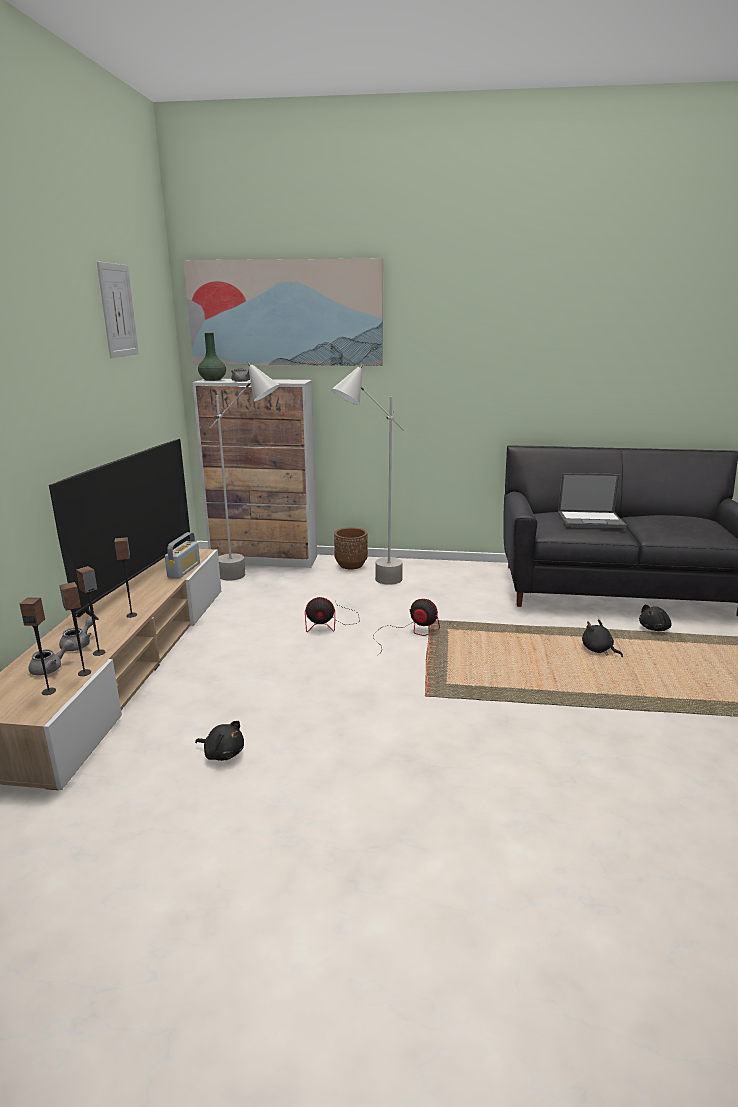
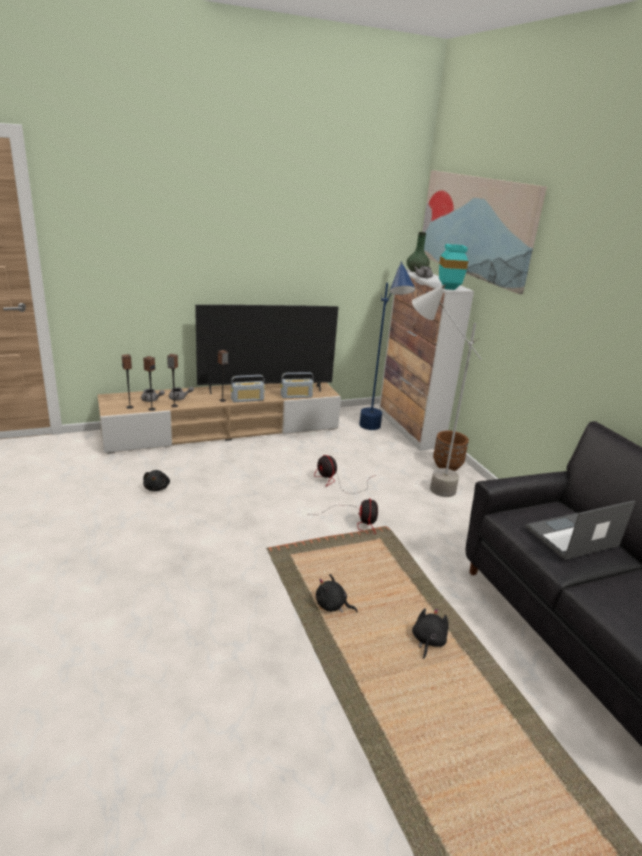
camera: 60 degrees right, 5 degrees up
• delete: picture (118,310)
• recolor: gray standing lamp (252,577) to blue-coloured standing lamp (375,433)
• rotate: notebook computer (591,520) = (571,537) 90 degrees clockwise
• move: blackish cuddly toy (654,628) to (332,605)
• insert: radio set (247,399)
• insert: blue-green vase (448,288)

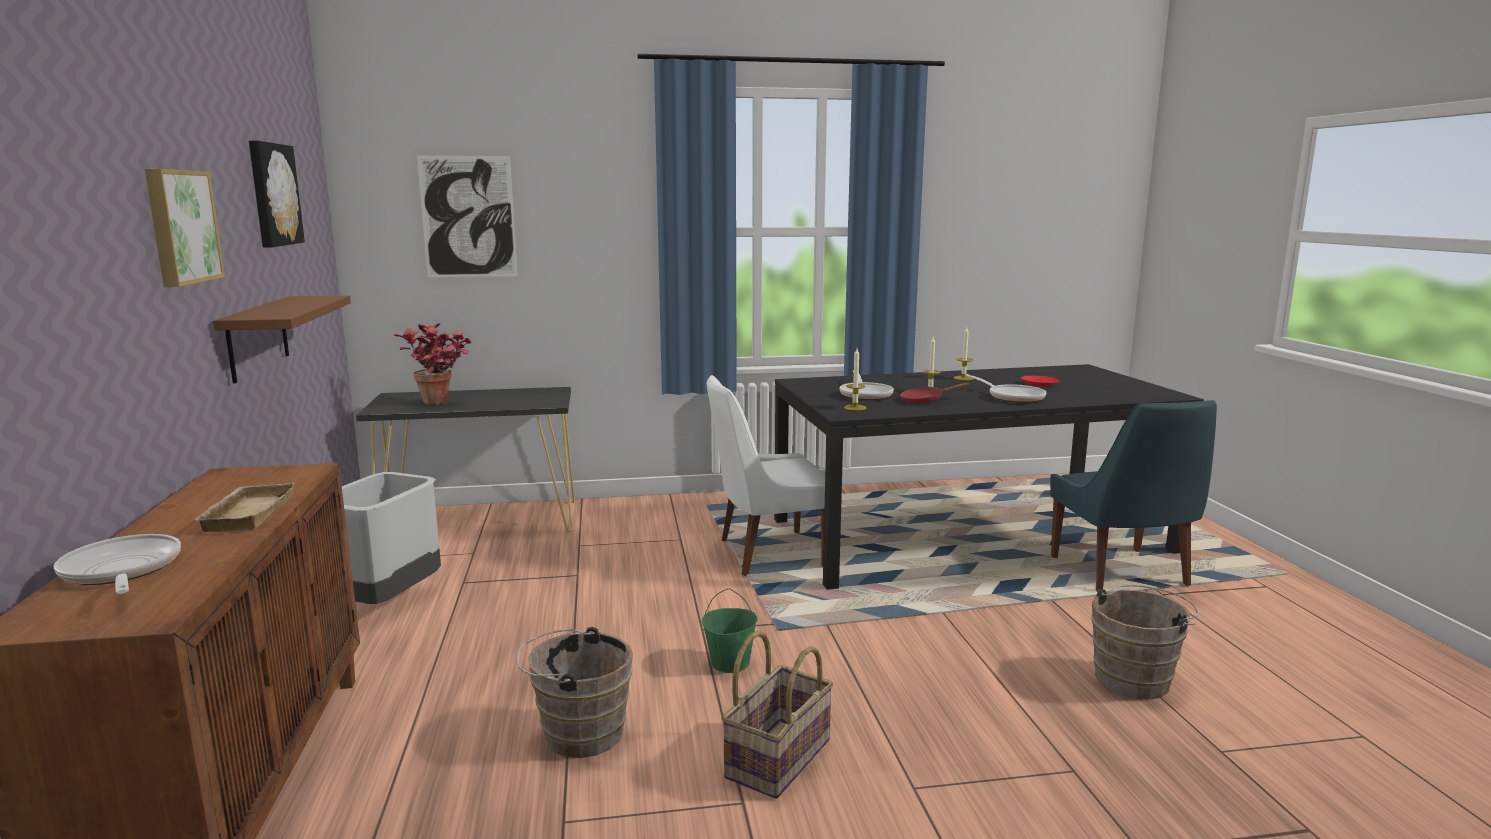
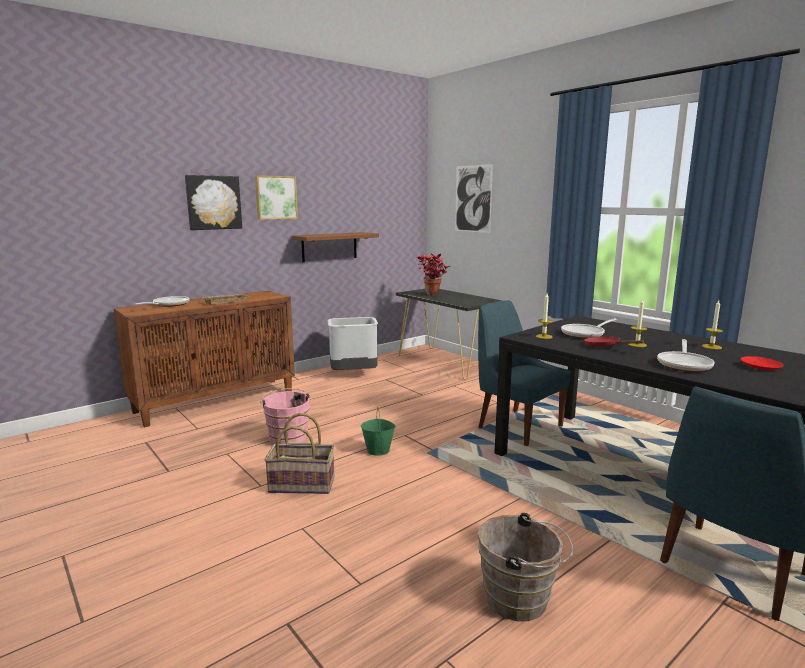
camera: 60 degrees right, 0 degrees up
• move: picture (272,194) to (213,202)
• recolor: brownish water bucket (577,733) to pink-coloured water bucket (288,437)
• recolor: white chair (767,553) to blue-coloured chair (517,426)

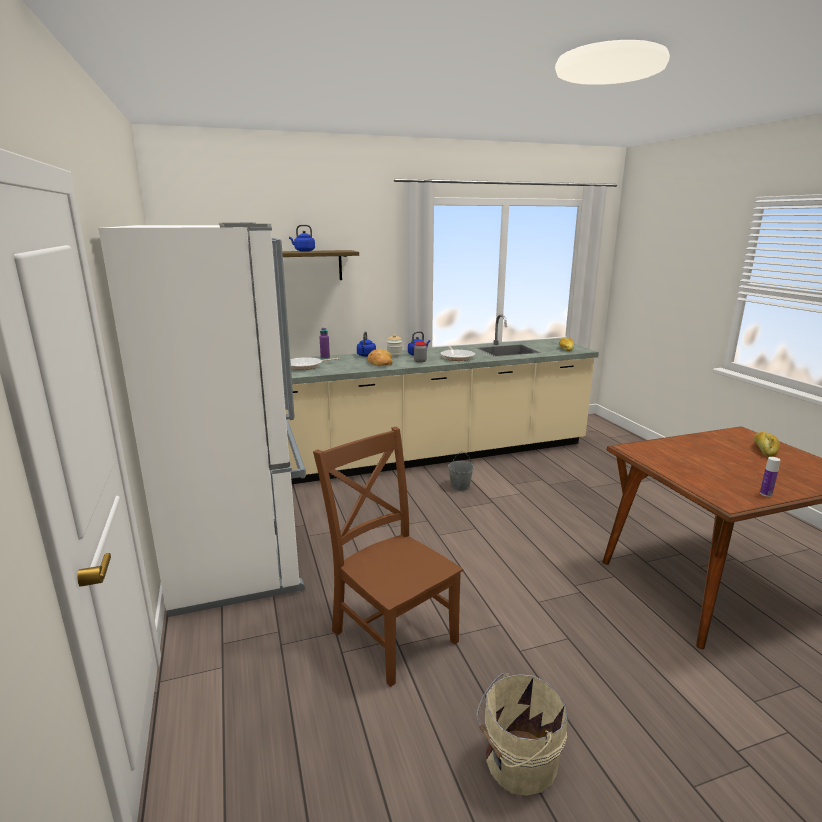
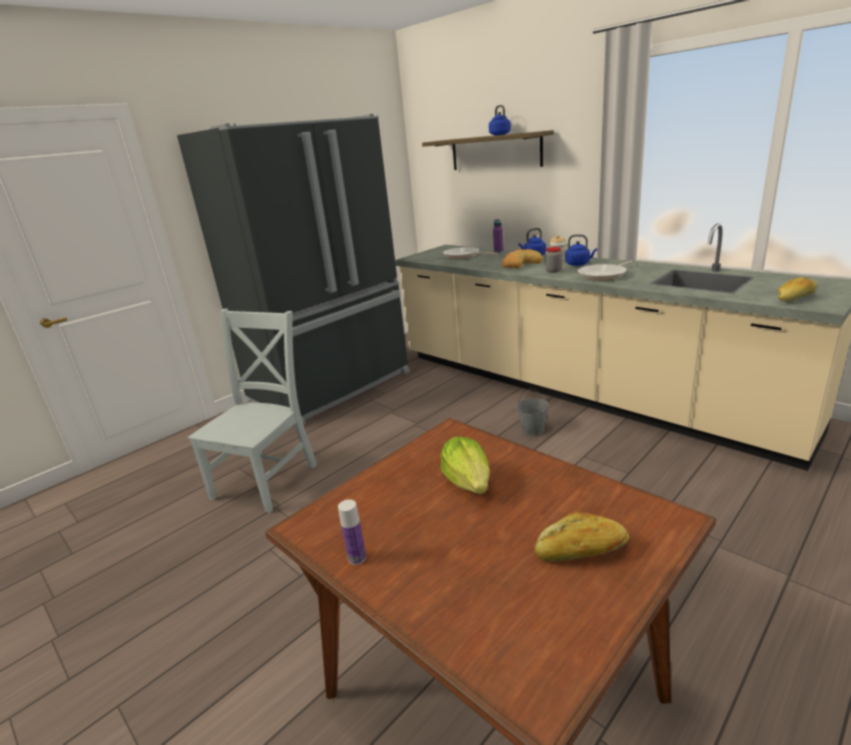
camera: 65 degrees right, 5 degrees up
• recolor: white kitchen fridge (239,549) to blackish kitchen fridge (333,387)
• recolor: brownish chair (392,632) to gray chair (268,479)
• delete: beige-coloured water bucket (517,762)
• insert: lettuce (469,482)

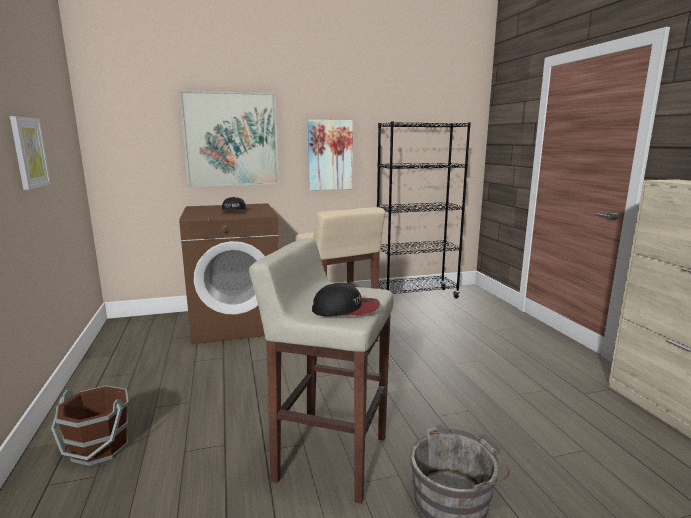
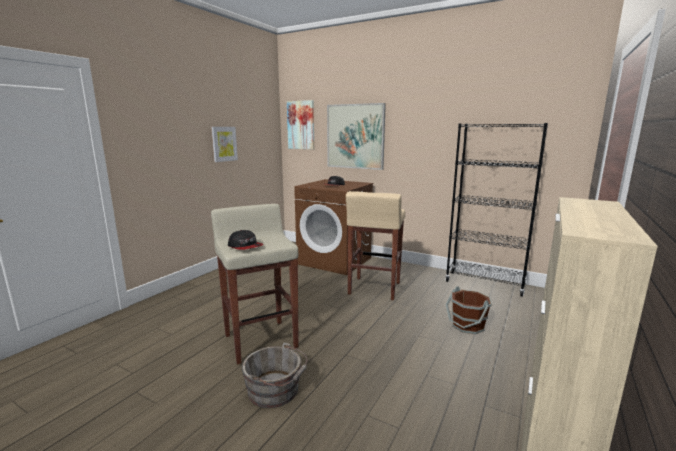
camera: 45 degrees right, 0 degrees up
• move: brownish water bucket (99,448) to (467,326)
• move: picture (330,155) to (301,125)

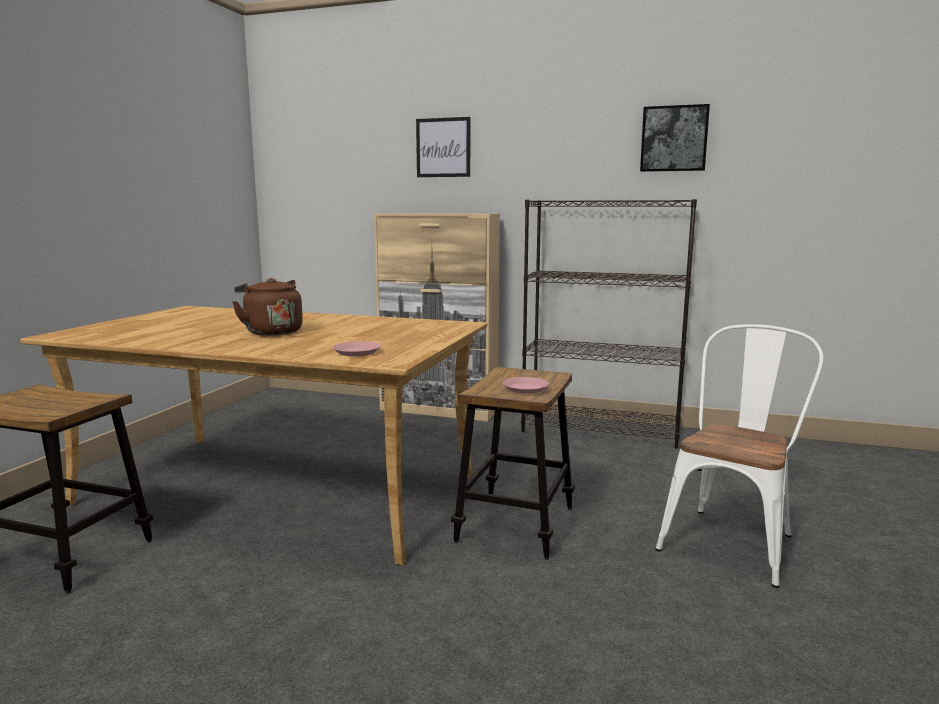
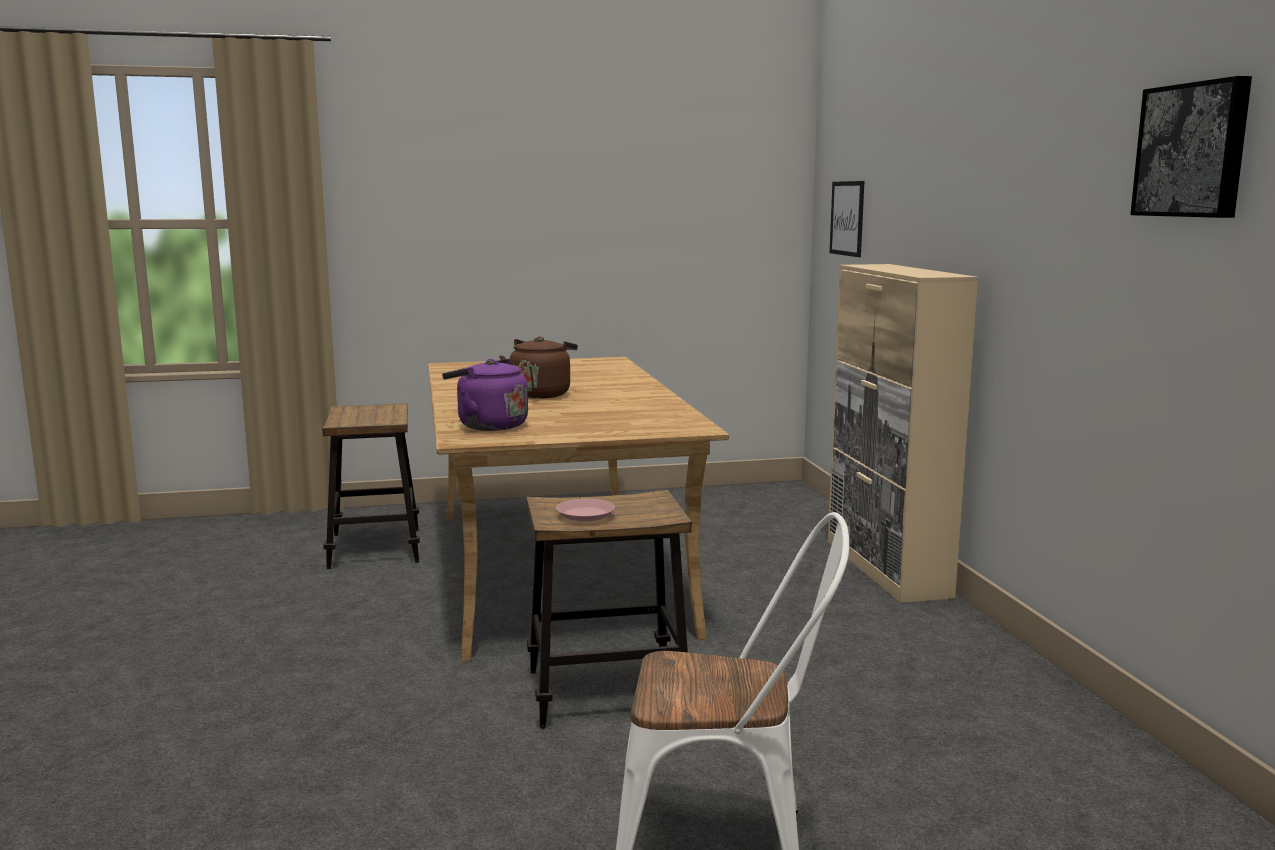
camera: 60 degrees right, 0 degrees up
• replace: pink-coloured plate (356,352) to purple water kettle (488,426)
• move: picture (443,147) to (847,218)
• delete: blackish bookshelf (601,430)

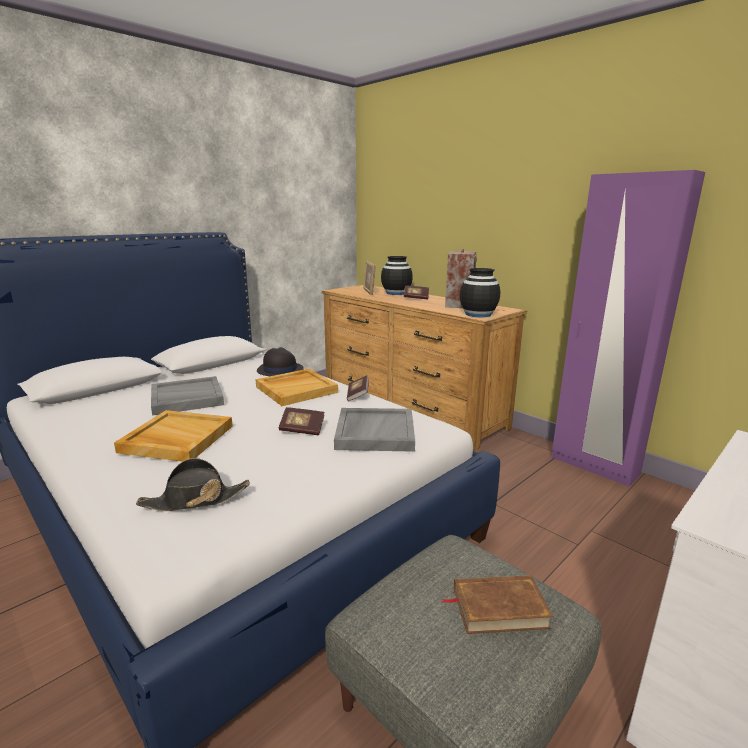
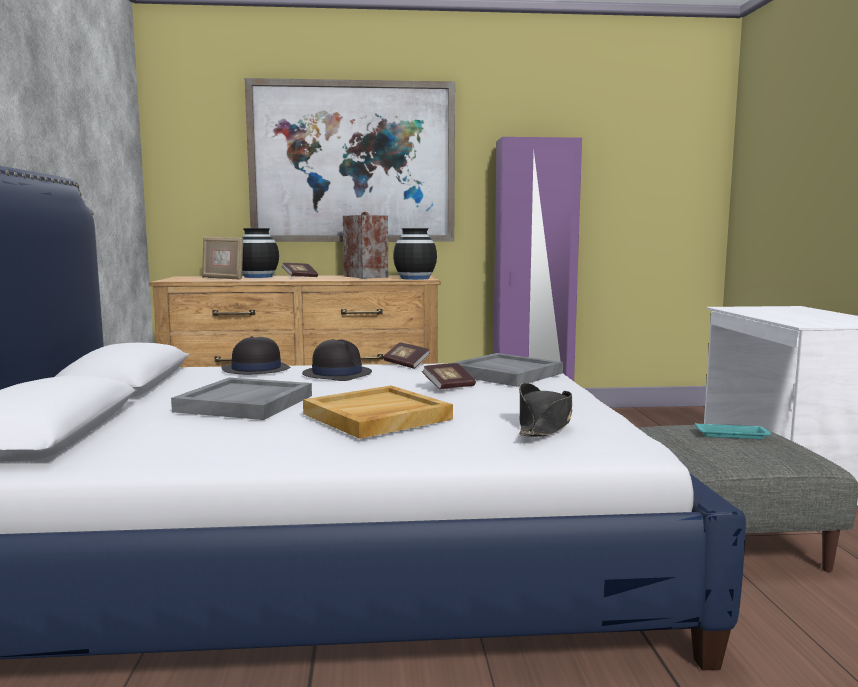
camera: 50 degrees left, 10 degrees down
• replace: beige-coloured serving tray (296,389) to blackish clothing hat (337,374)
• replace: brownish bound book (499,607) to blue-green serving tray (733,435)
• insert: picture (352,163)

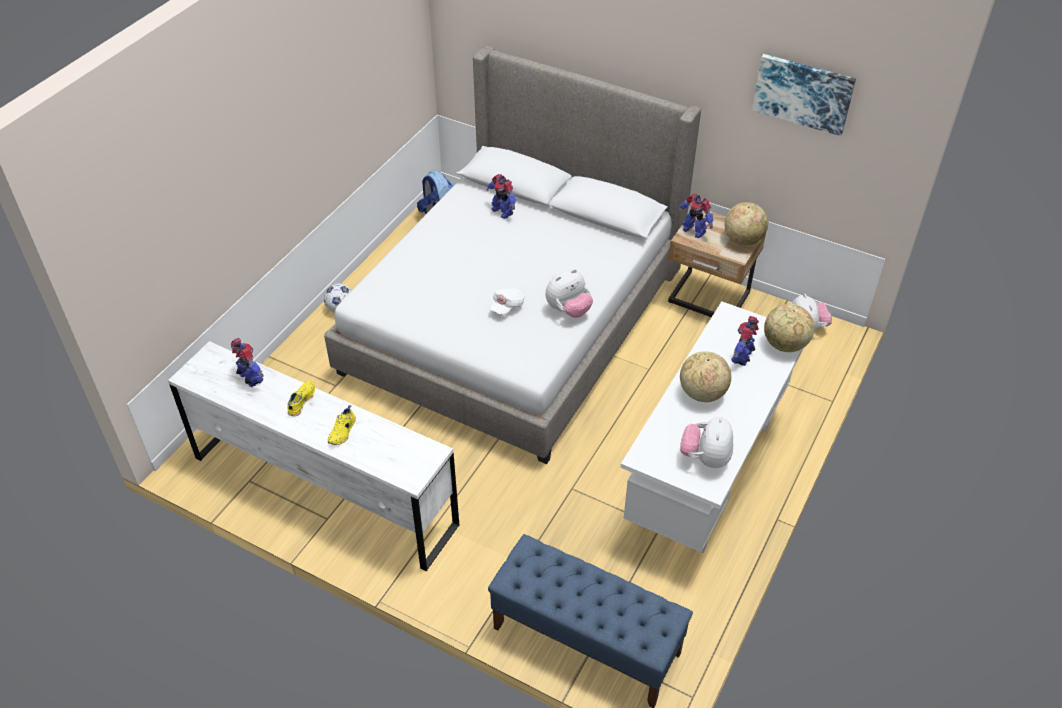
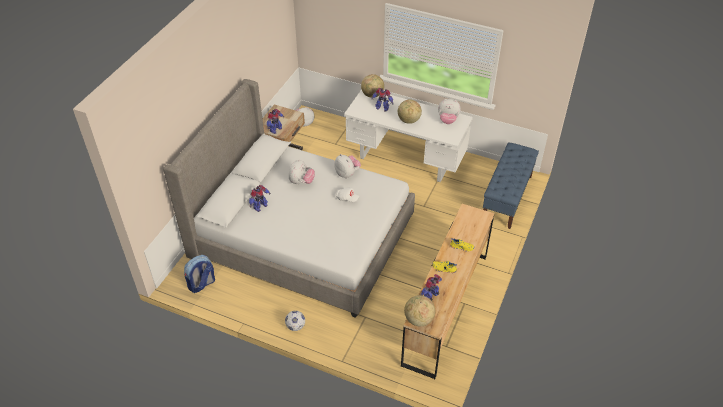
camera: 95 degrees left, 0 degrees up
• recolor: white chest of drawers (324,490) to brownish chest of drawers (445,308)
• move: world globe (743,240) to (418,319)
• delete: picture (803,93)
• insert: cuddly toy (301,182)

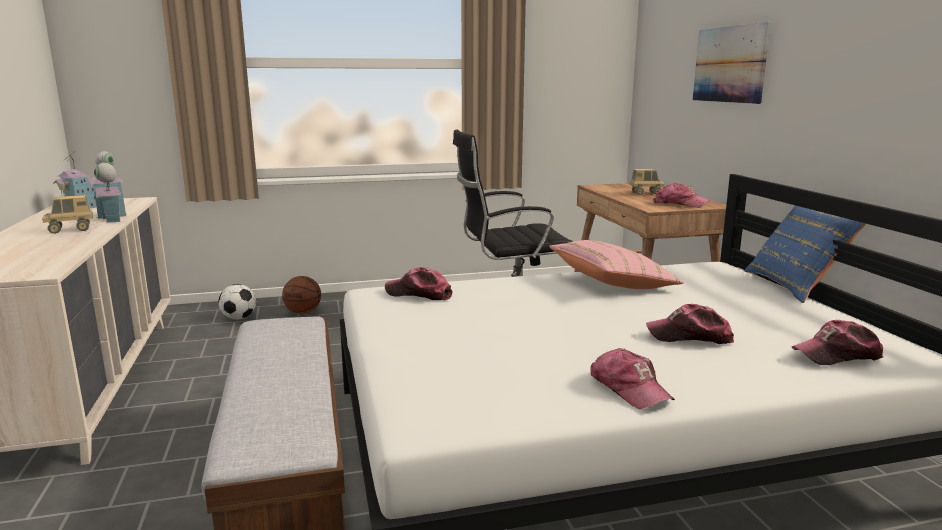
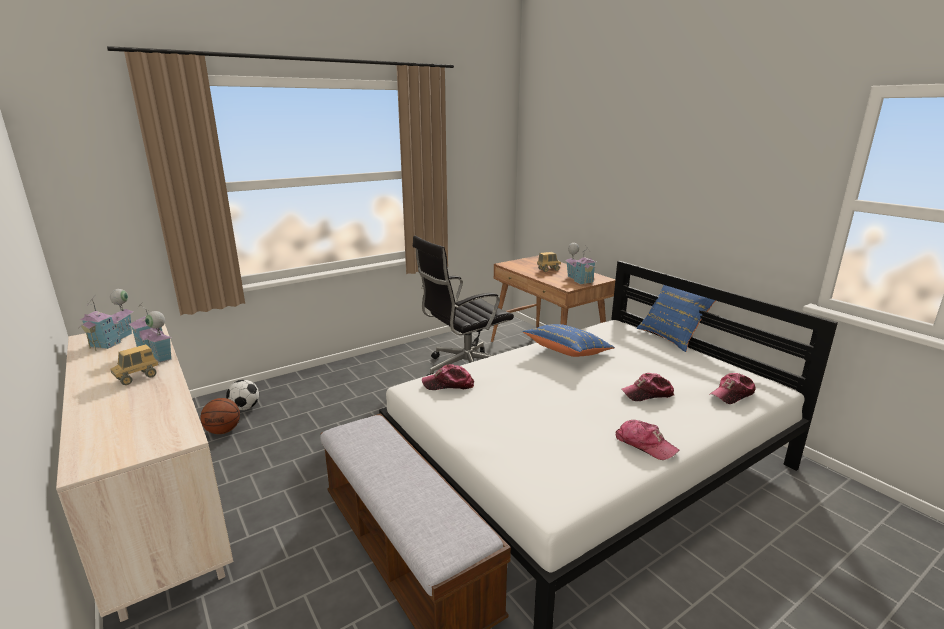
camera: 20 degrees left, 5 degrees up
• move: basketball ball (303,312) to (224,431)
• recolor: pink-coloured pillow (612,284) to blue-coloured pillow (567,353)
• replace: baseball cap (680,204) to model house (579,279)
• delete: picture (729,64)

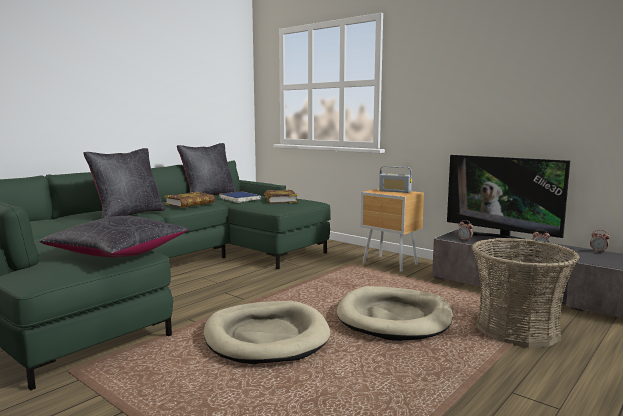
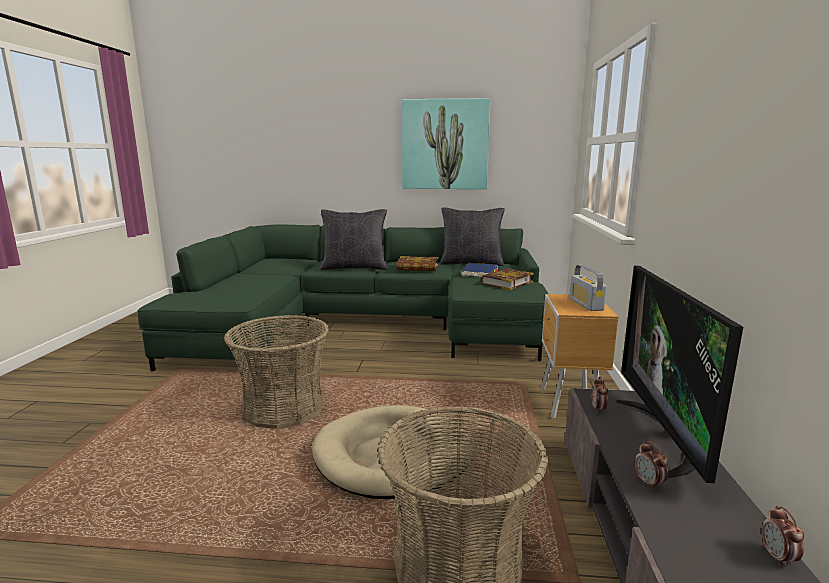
camera: 55 degrees right, 5 degrees up
• delete: blackish pillow (119,253)
• replace: beige-coloured dog bed (266,337) to household basket (284,408)
• insert: picture (445,145)

